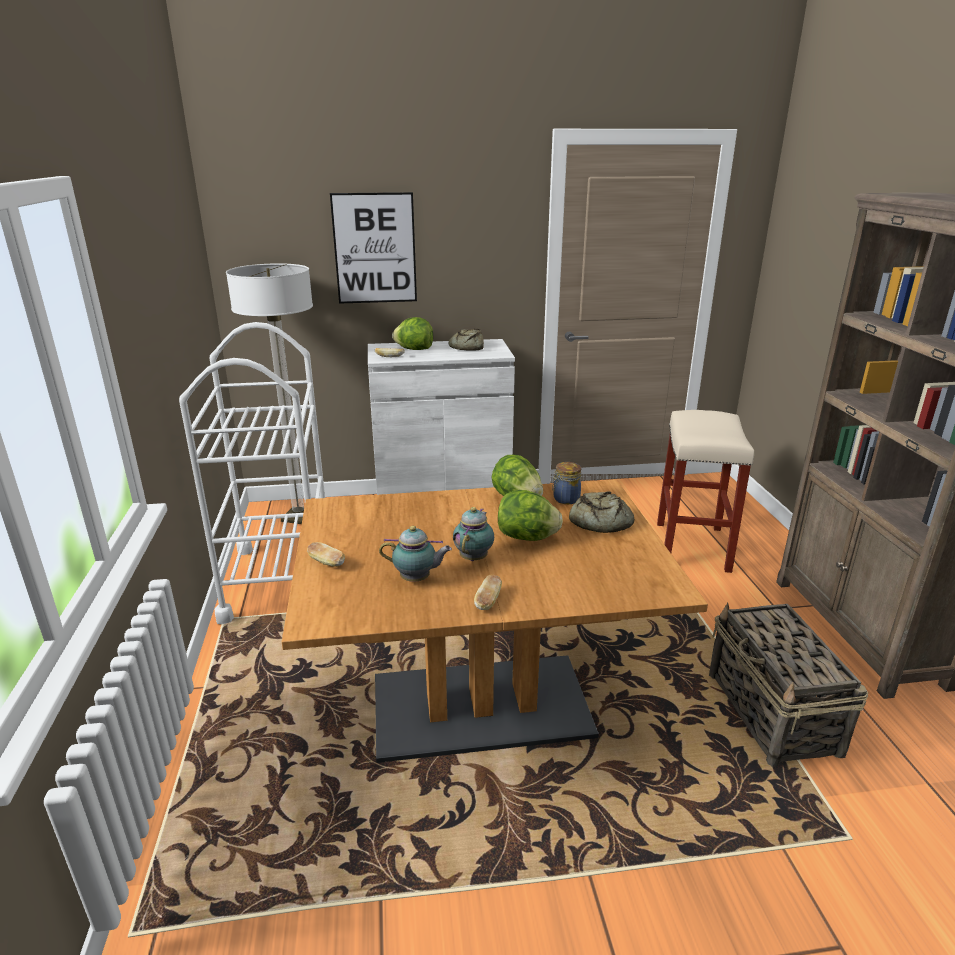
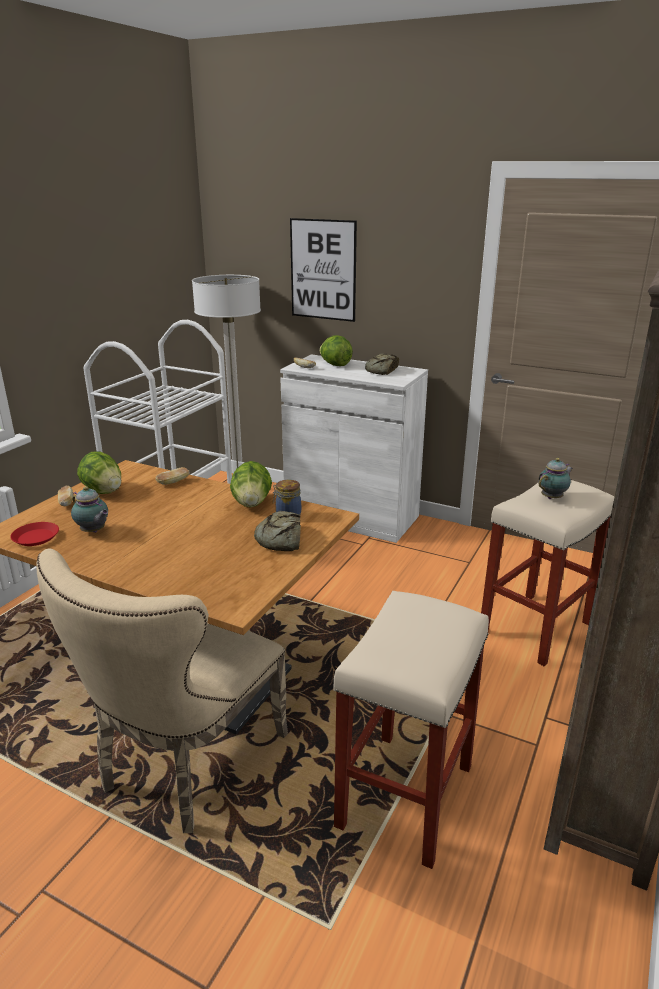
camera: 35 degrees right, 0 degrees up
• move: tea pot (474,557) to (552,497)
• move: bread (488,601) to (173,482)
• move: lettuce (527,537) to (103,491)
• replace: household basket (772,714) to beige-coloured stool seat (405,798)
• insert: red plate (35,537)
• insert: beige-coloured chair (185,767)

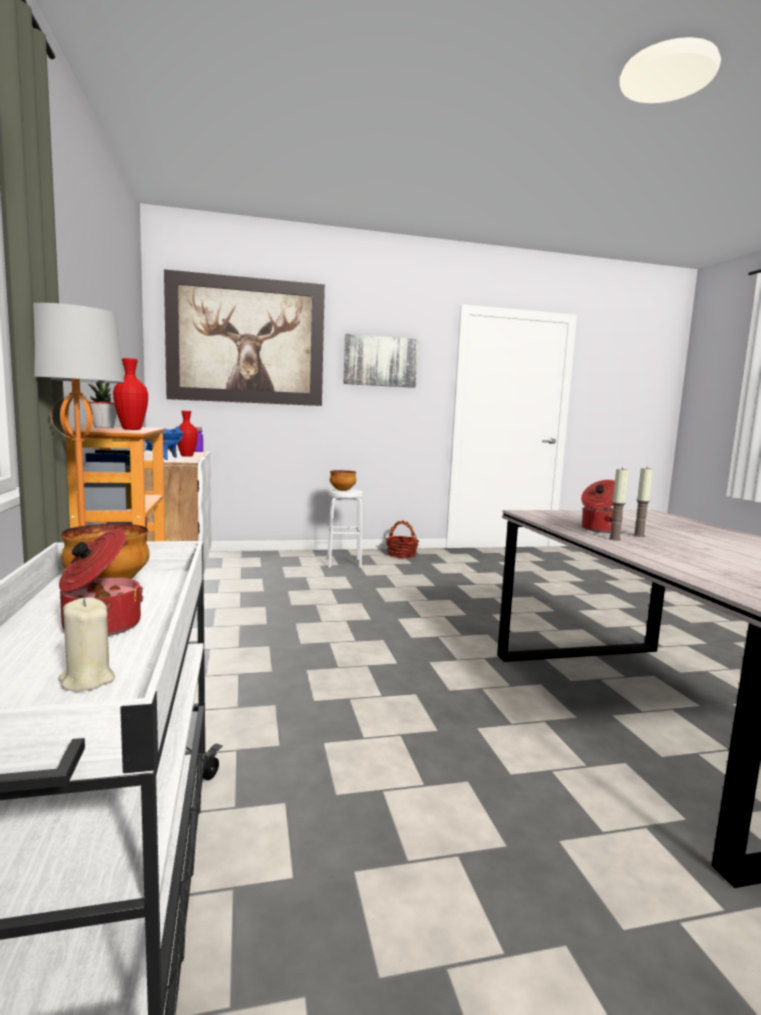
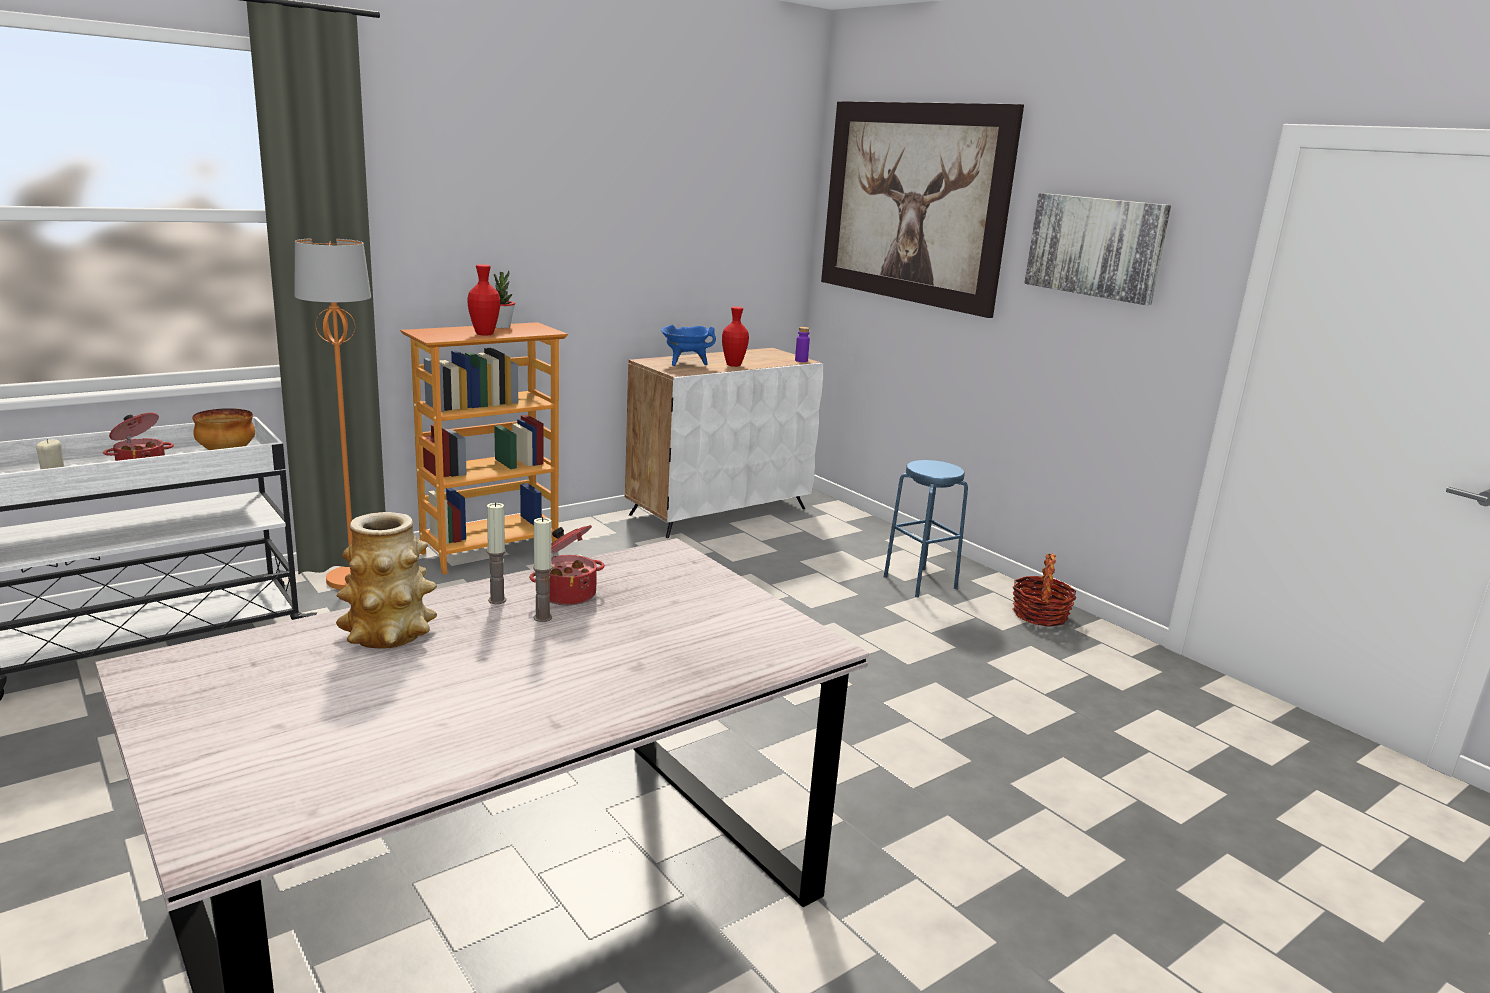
camera: 65 degrees right, 10 degrees up
• recolor: white stool seat (344,563) to blue-coloured stool seat (920,582)
• delete: deep dish (342,490)
• insert: vase (389,634)

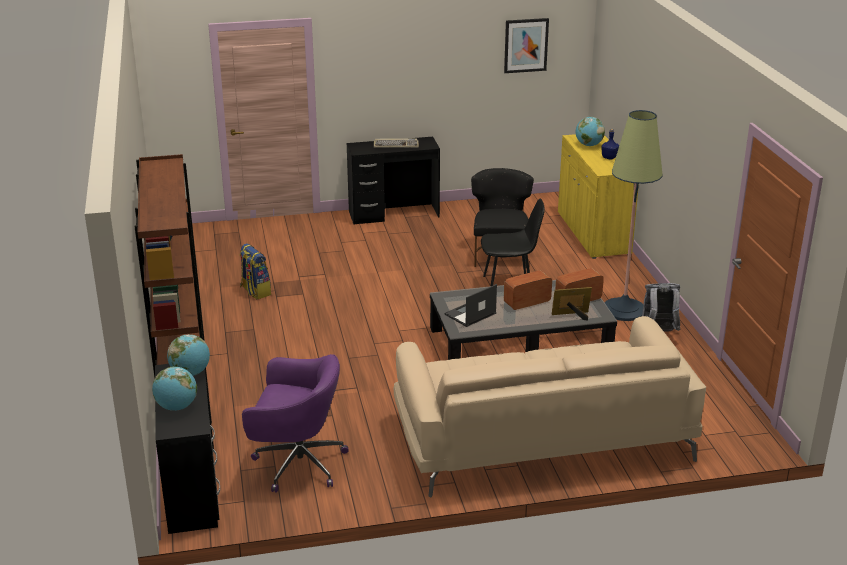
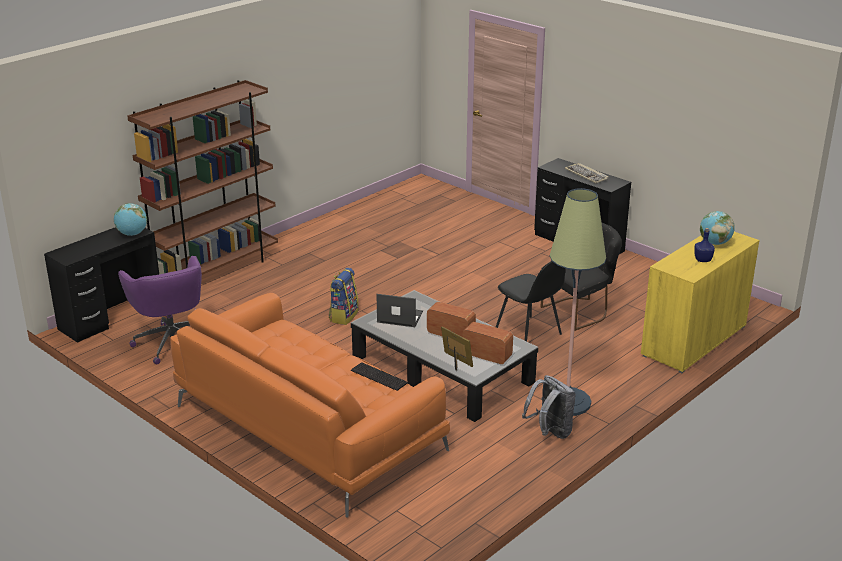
camera: 55 degrees right, 0 degrees up
• delete: world globe (177,407)
• move: backpack (255,291) to (343,316)
• recolor: beige-coloured settee (541,436) to orangey settee (307,427)
• delete: picture (526,45)
• insert: computer keyboard (379,377)

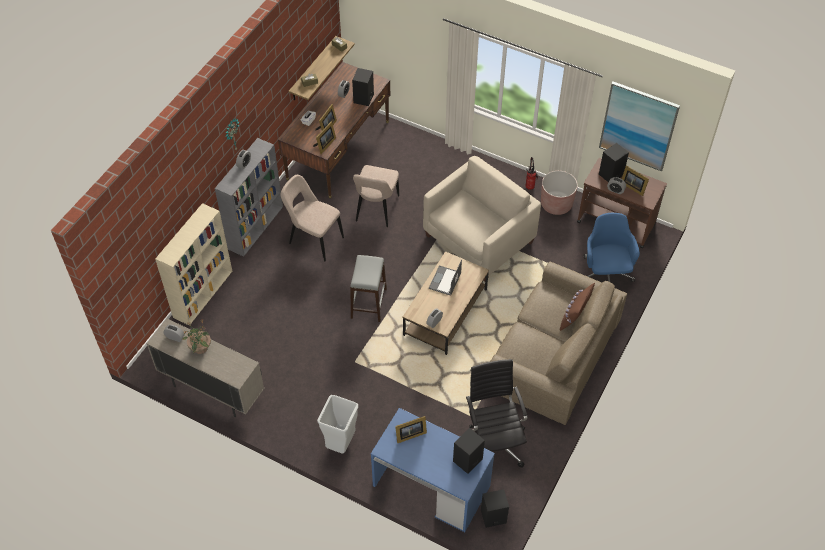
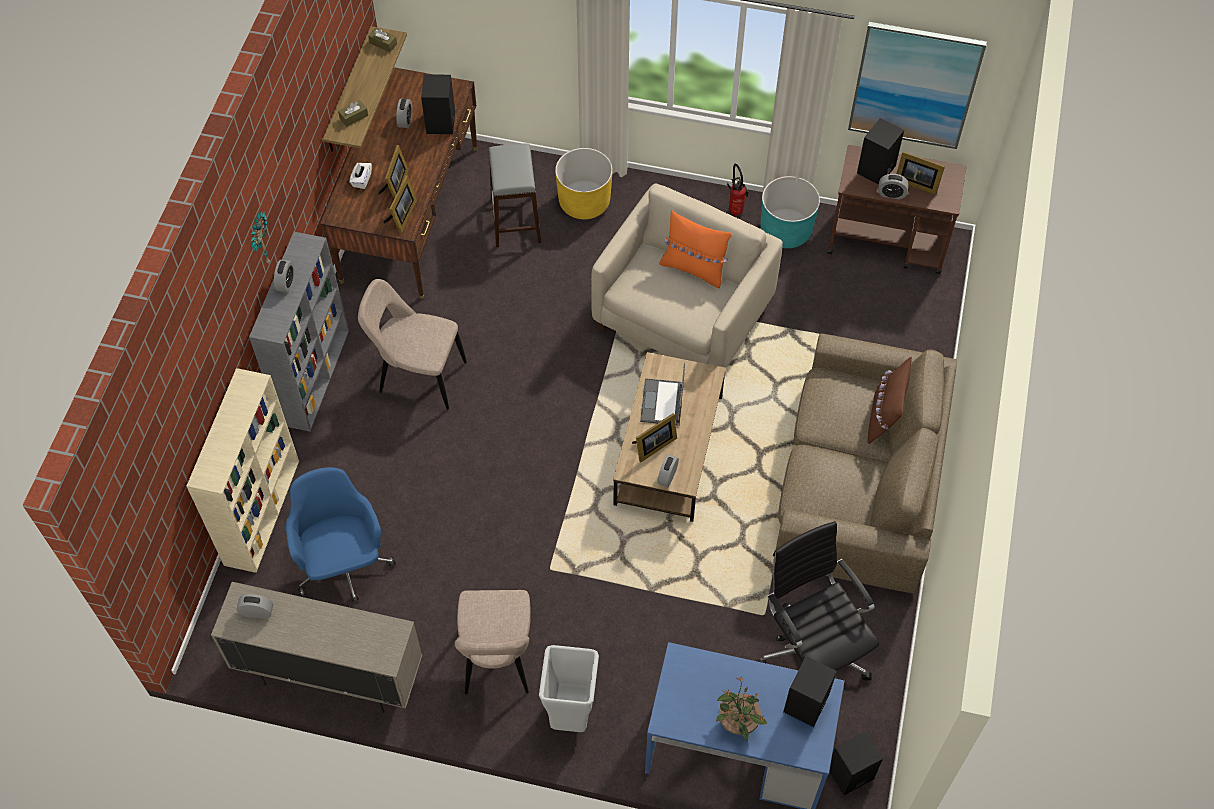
camera: 15 degrees left, 5 degrees up
• move: plant in a pot (200,348) to (738,723)
• move: gray stool seat (369,303) to (516,220)
• move: beige-coloured chair (376,210) to (497,660)
• move: photo frame (409,434) to (653,446)
• recolor: brownish flower pot (556,204) to blue-green flower pot (786,230)
• move: blue-coloured office chair (605,275) to (343,564)
• insert: yellow-coloured flower pot (584,202)
• insert: orangey pillow (694,268)

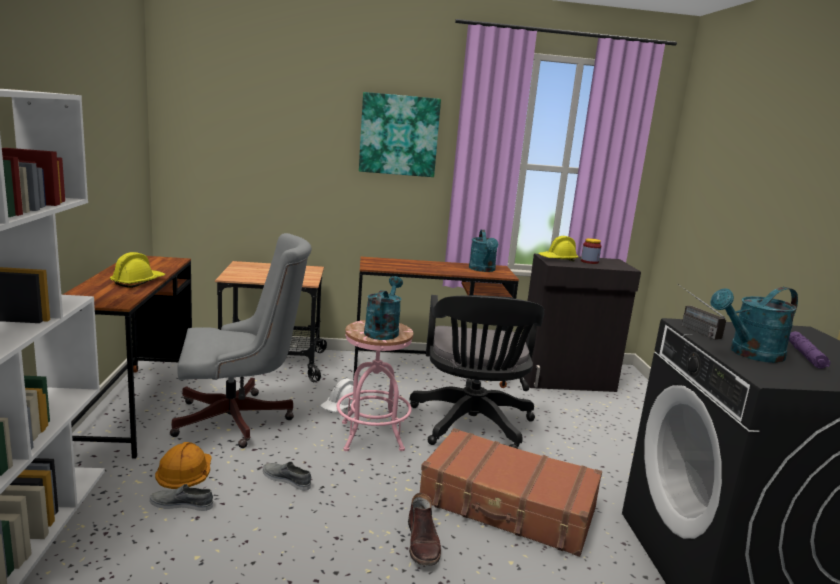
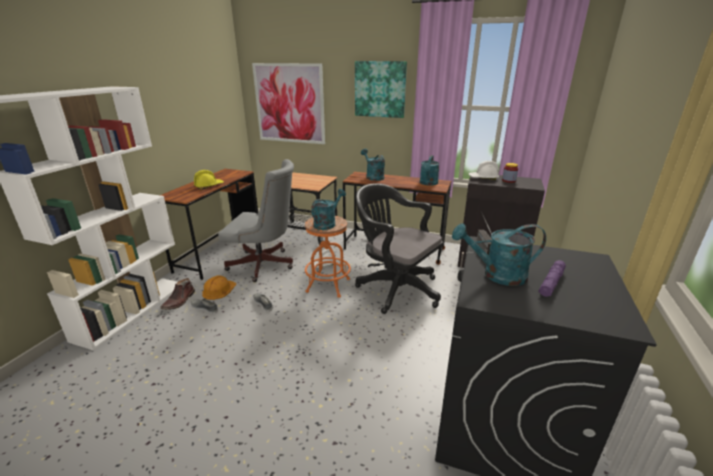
camera: 25 degrees right, 10 degrees up
• recolor: pink-coloured stool seat (372,436) to orangey stool seat (328,285)
• move: brownish tall boot (423,543) to (179,301)
• rotate: blackish office chair (472,426) = (395,288) 105 degrees clockwise
• delete: brownish travel case (507,506)
• recolor: yellow-coloured hard hat (557,259) to white hard hat (483,178)
• insert: picture (289,104)
• insert: blue-green watering pot (373,177)

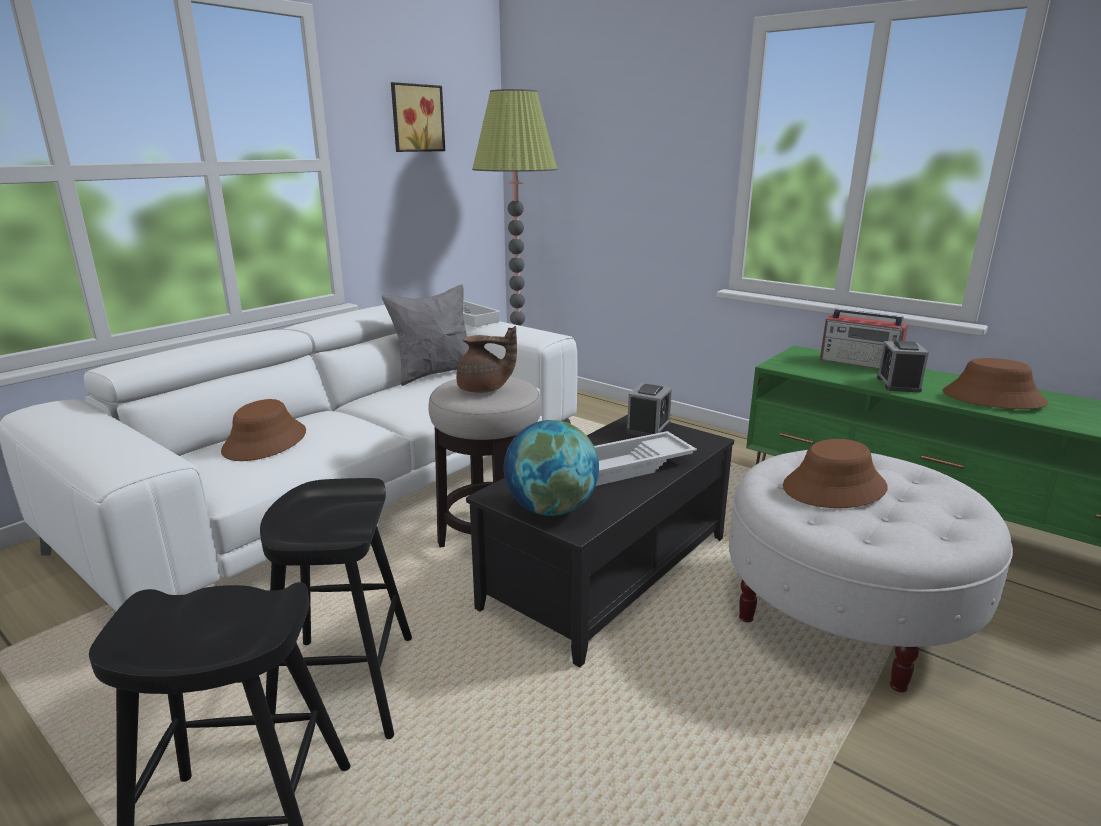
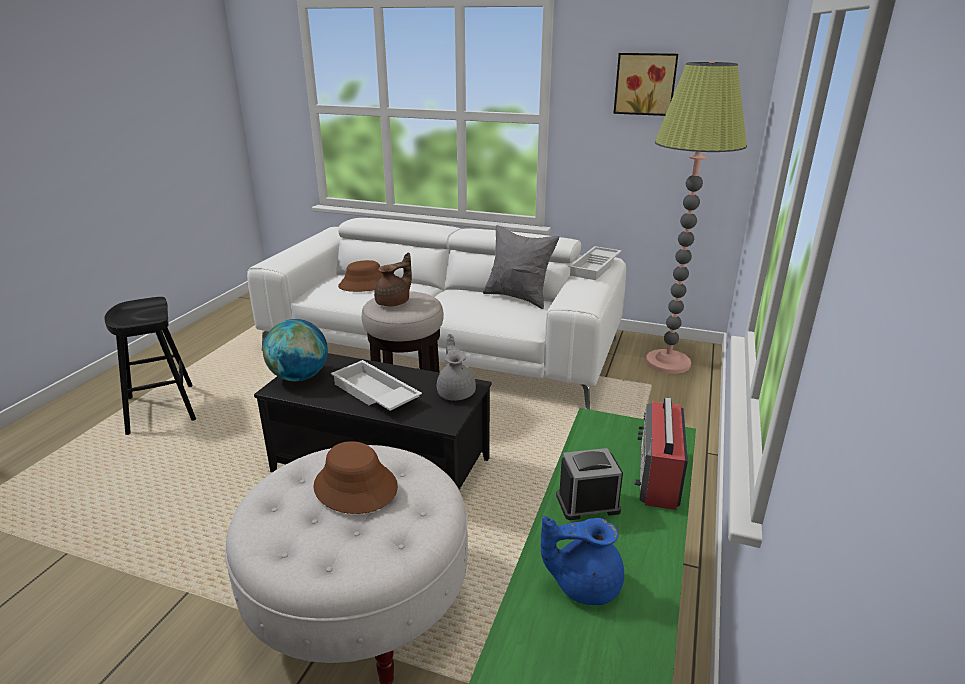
camera: 70 degrees right, 5 degrees up
• delete: blackish stool seat (345,686)
• rotate: brownish tea pot (484,389) = (394,302) 120 degrees counterclockwise
• replace: table clock (648,428) to gray tea pot (456,392)
• replace: brownish clothing hat (992,398) to blue-coloured tea pot (583,584)

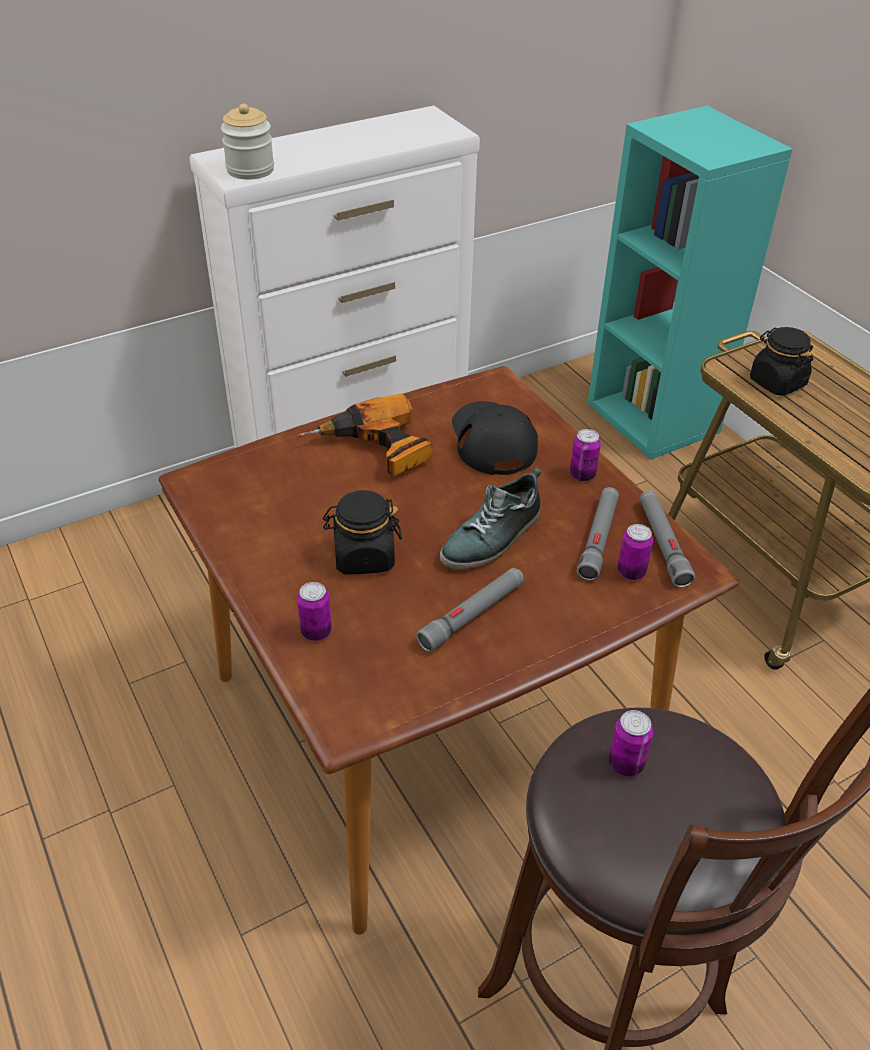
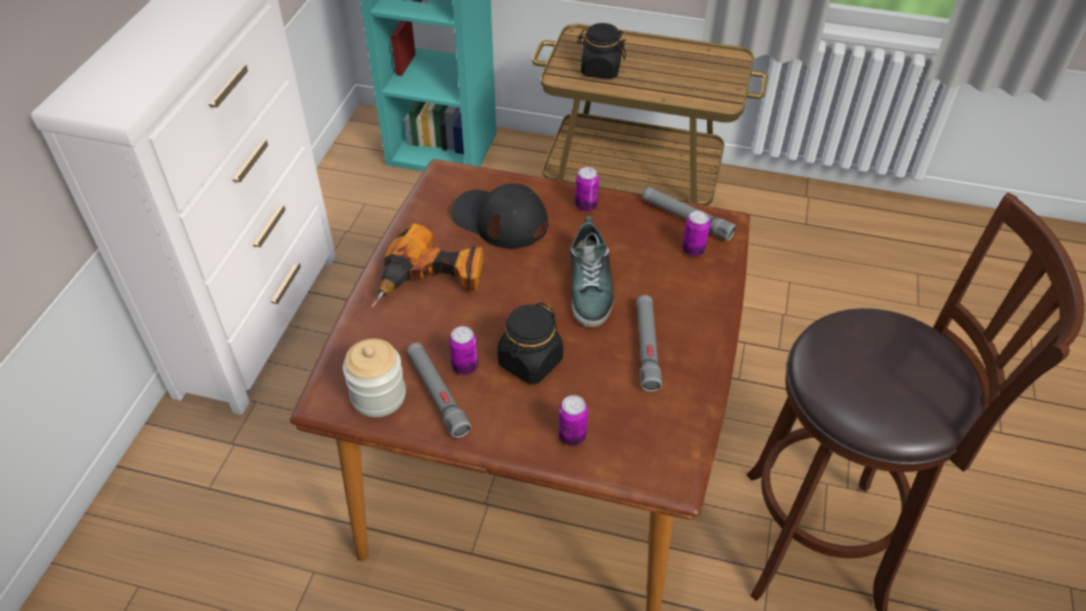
camera: 45 degrees left, 5 degrees up
• move: storage jar (250,170) to (378,396)
• move: gray torch (598,538) to (437,393)
• move: sealed can (625,764) to (465,367)

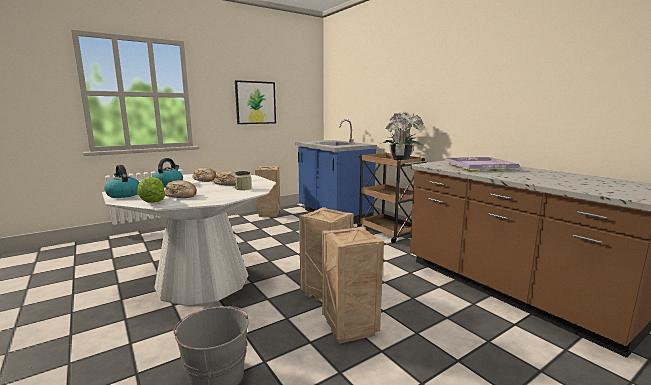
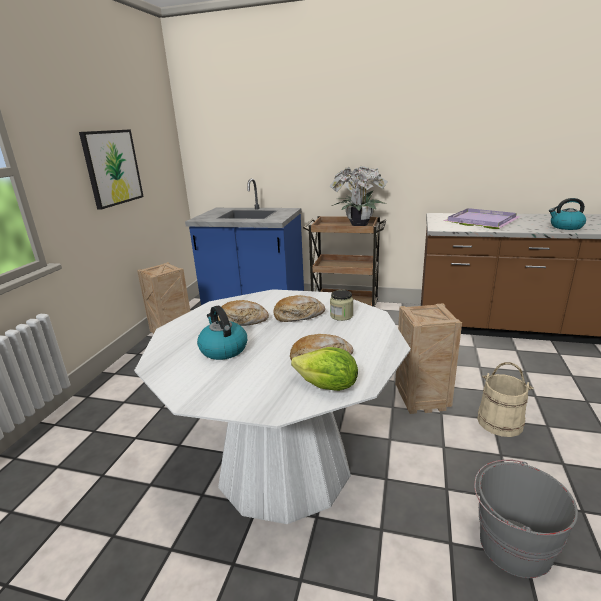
camera: 40 degrees left, 10 degrees up
• move: water kettle (123,195) to (565,227)
• replace: crate (351,329) to beige-coloured water bucket (500,422)

